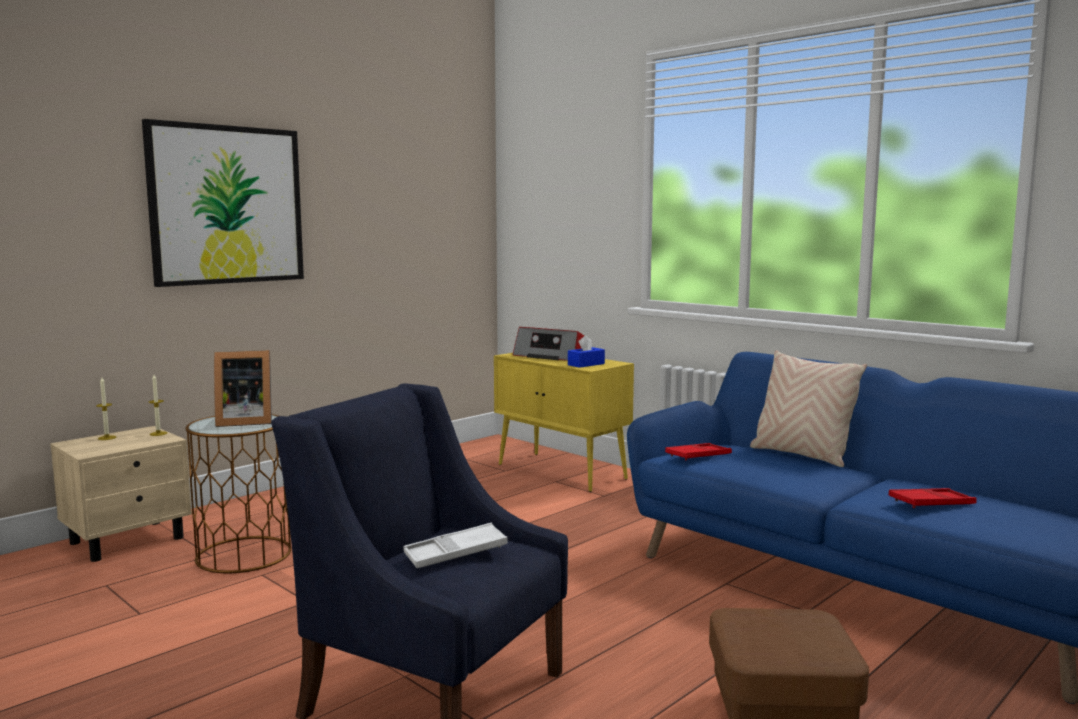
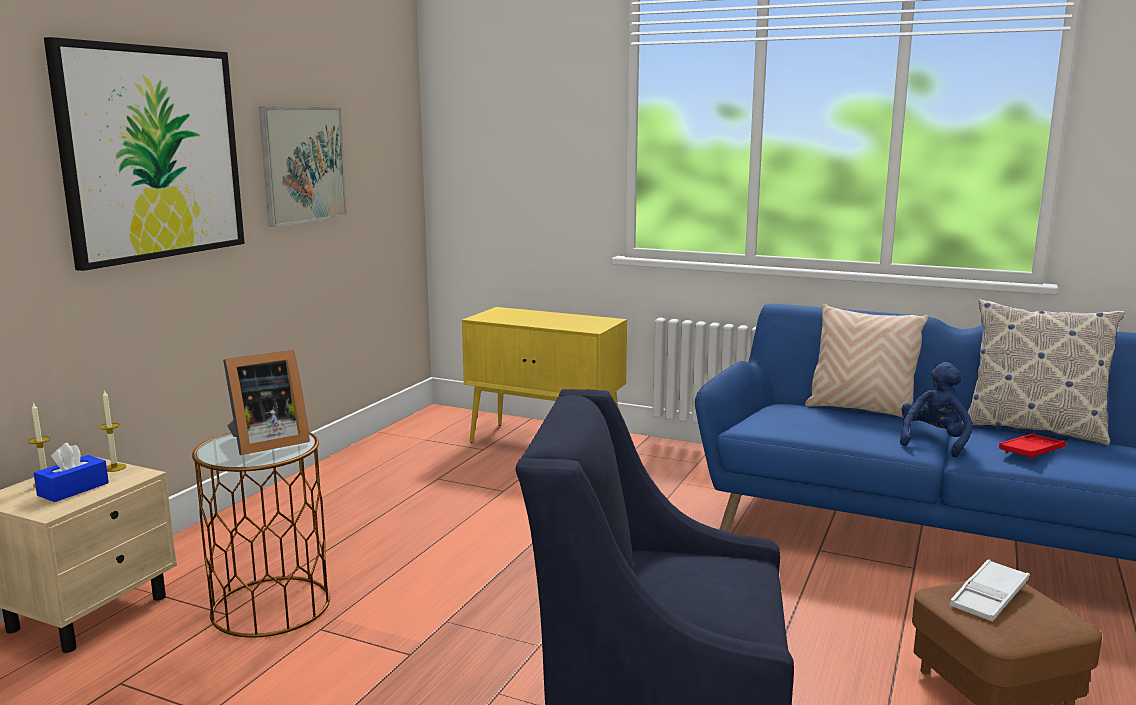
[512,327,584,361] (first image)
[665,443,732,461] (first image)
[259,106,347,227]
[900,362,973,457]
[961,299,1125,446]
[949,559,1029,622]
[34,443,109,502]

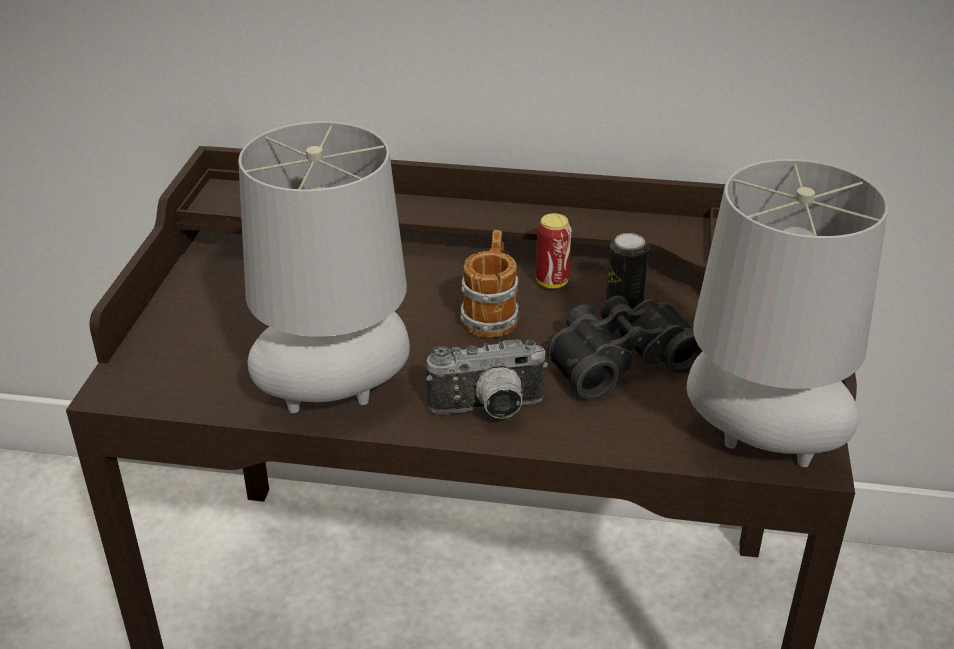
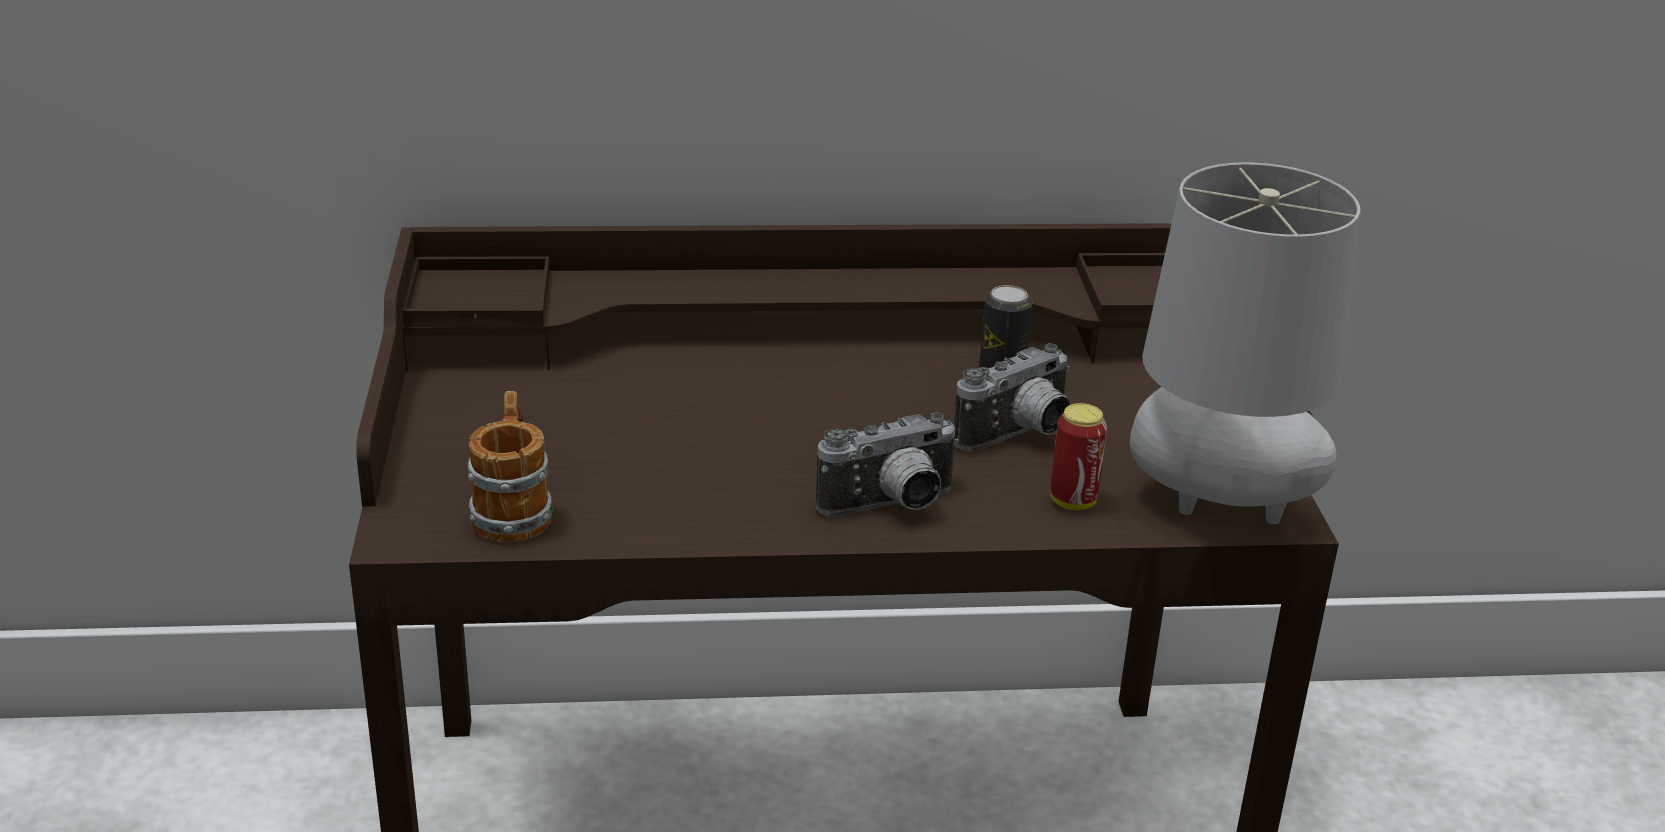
[238,121,410,413] (first image)
[467,391,553,543]
[1050,403,1107,510]
[954,343,1071,451]

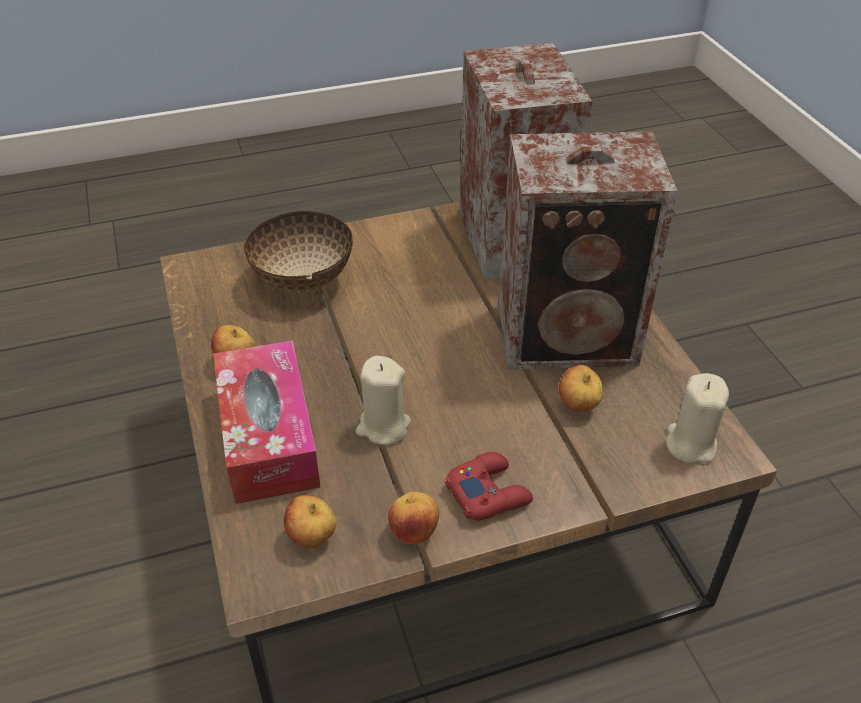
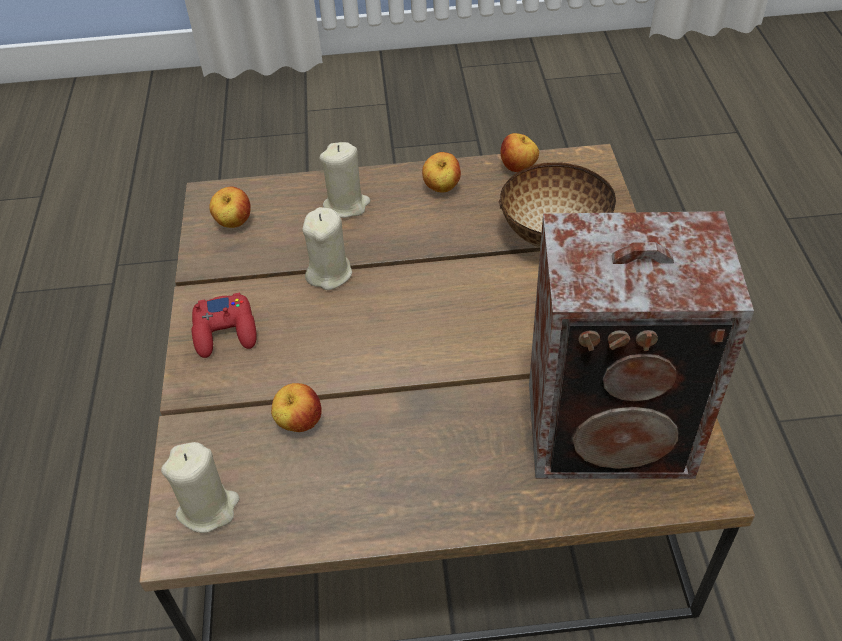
[499,132,677,370] (first image)
[501,133,539,172]
[320,142,370,218]

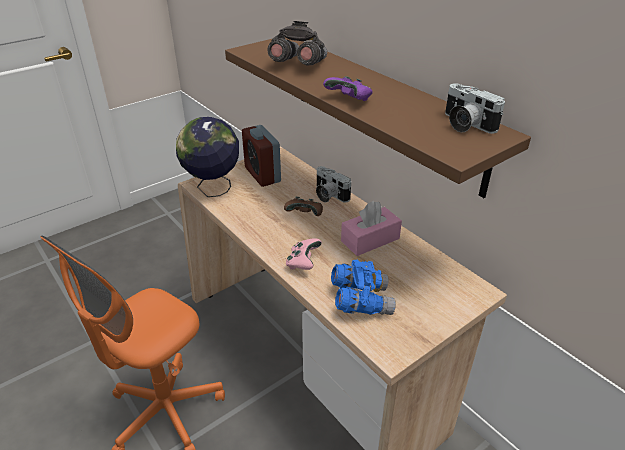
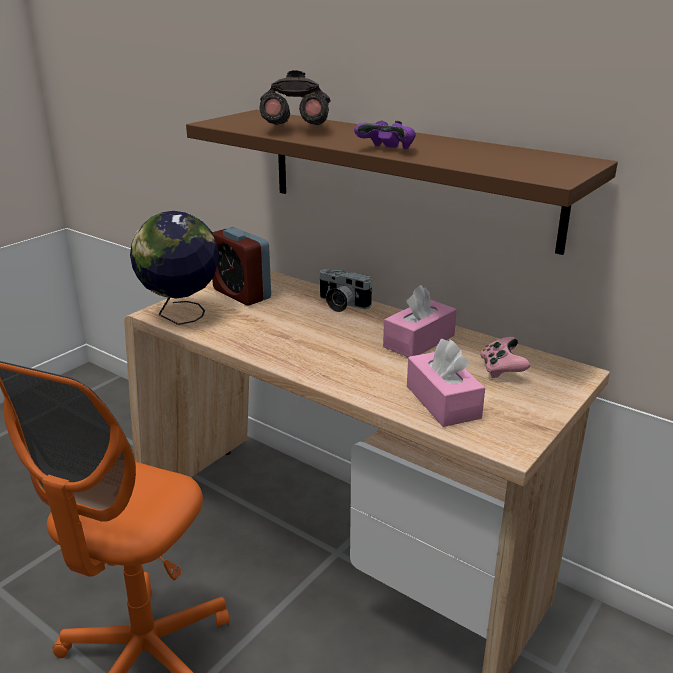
[284,197,323,216] (first image)
[445,83,505,134] (first image)
[480,337,530,378]
[407,339,485,427]

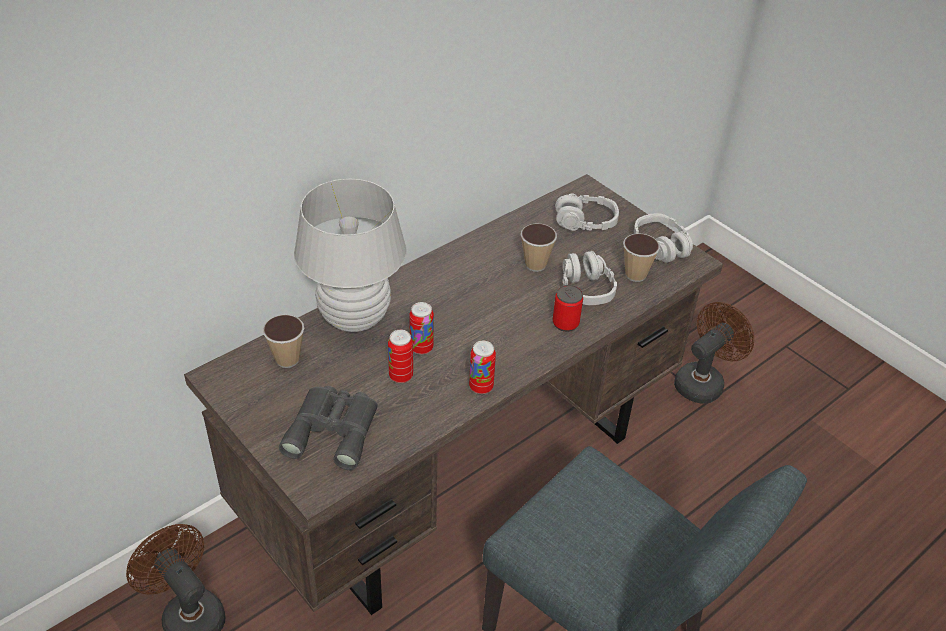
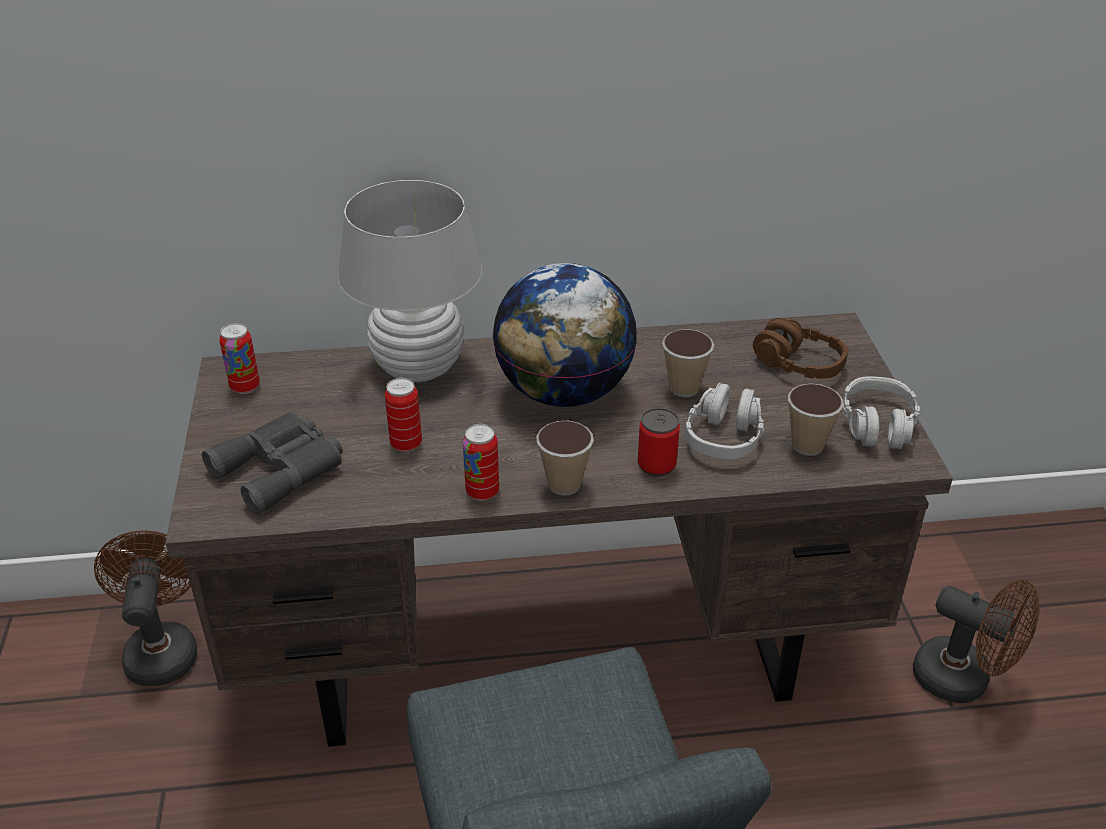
[492,263,637,407]
[536,421,594,496]
[219,323,260,394]
[753,318,848,379]
[913,579,1040,703]

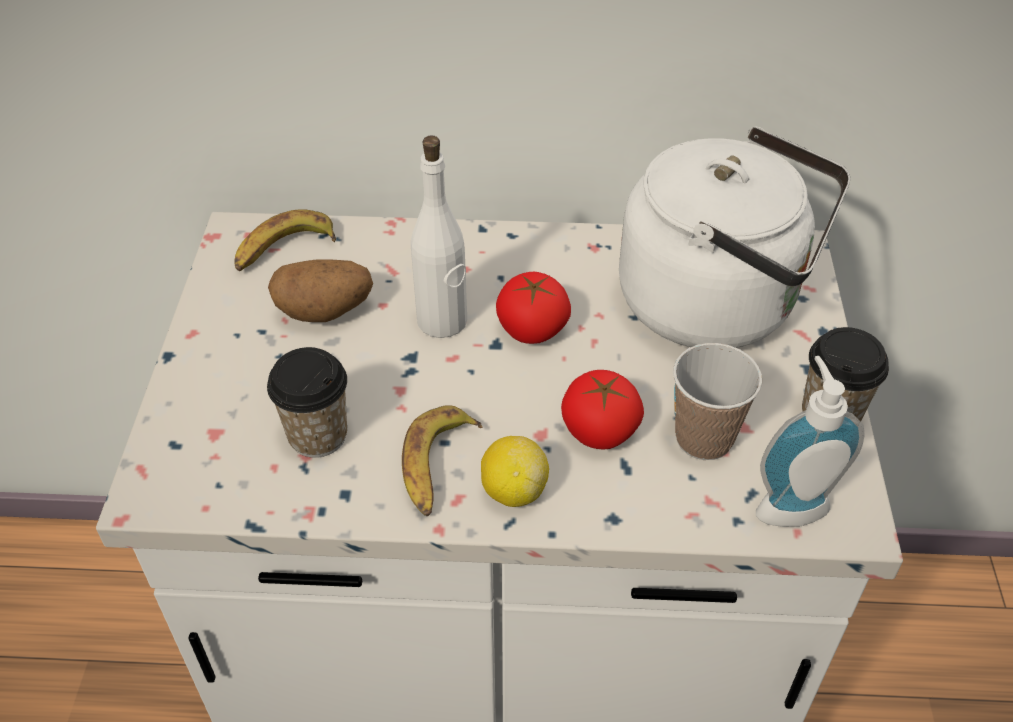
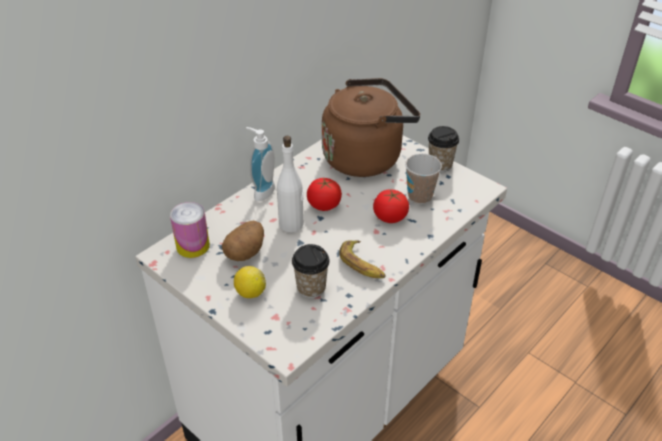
[234,266,266,298]
[246,127,275,201]
[170,202,210,258]
[322,78,420,177]

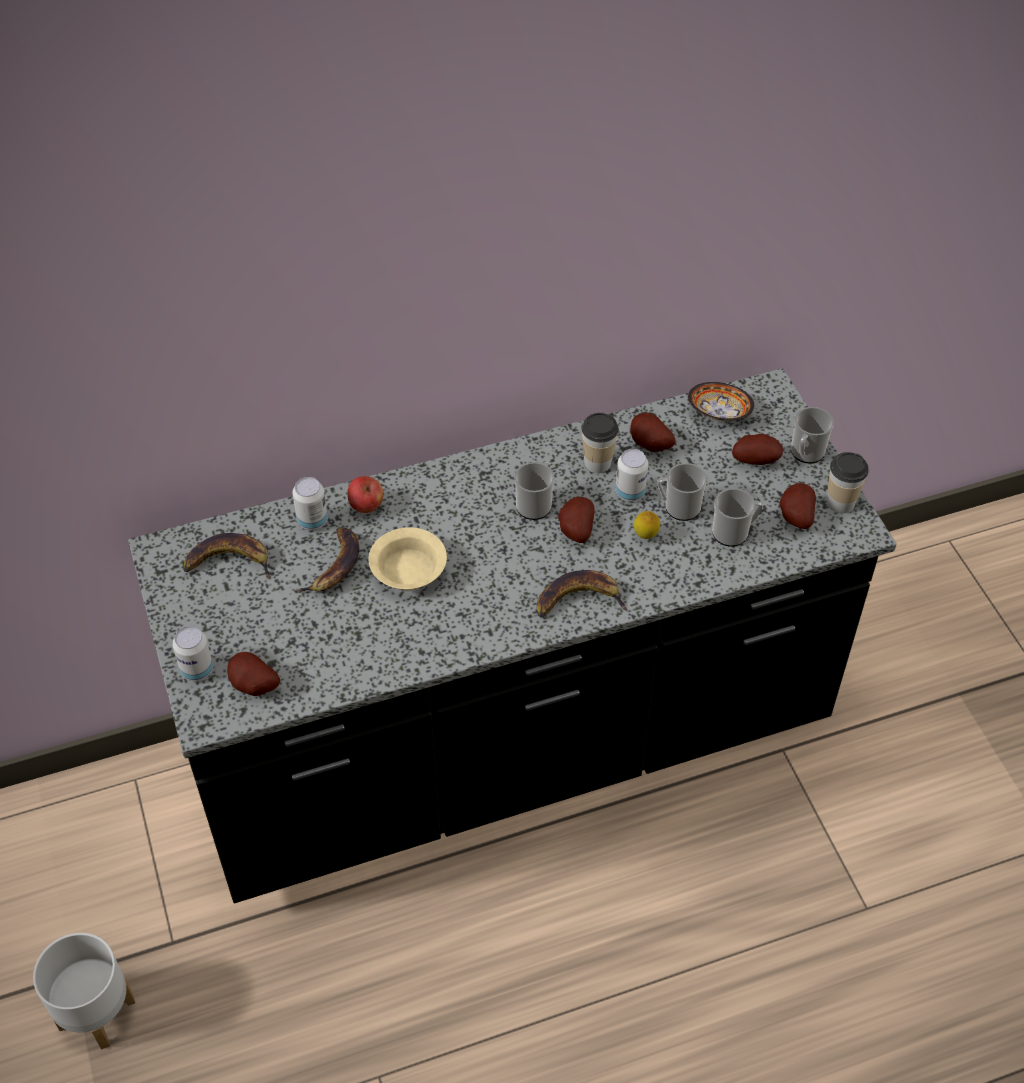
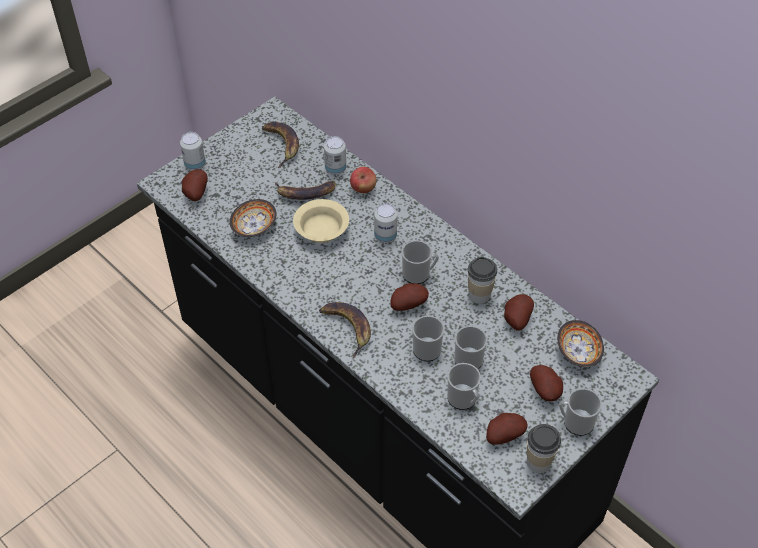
[33,933,135,1050] (first image)
[230,199,277,237]
[374,203,397,243]
[412,313,444,361]

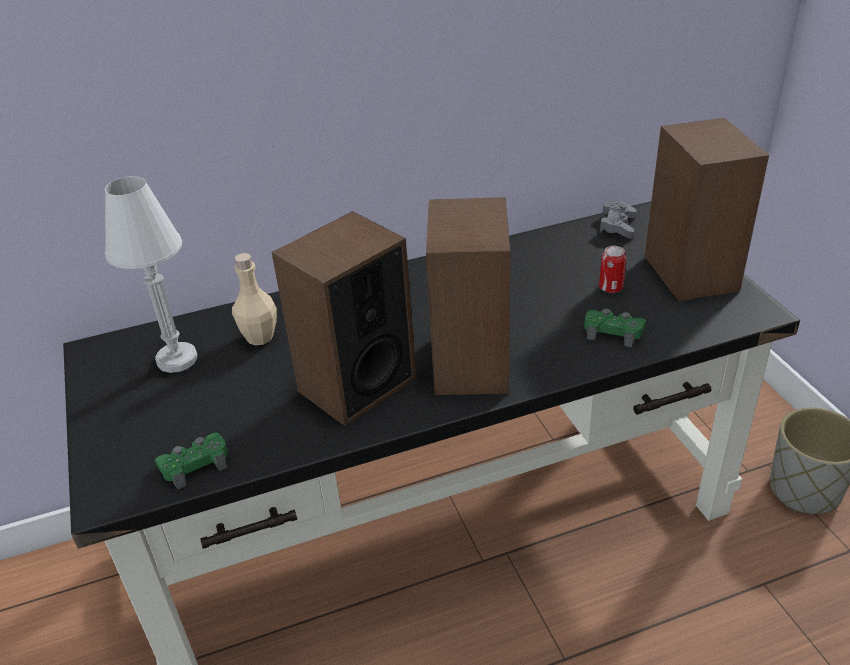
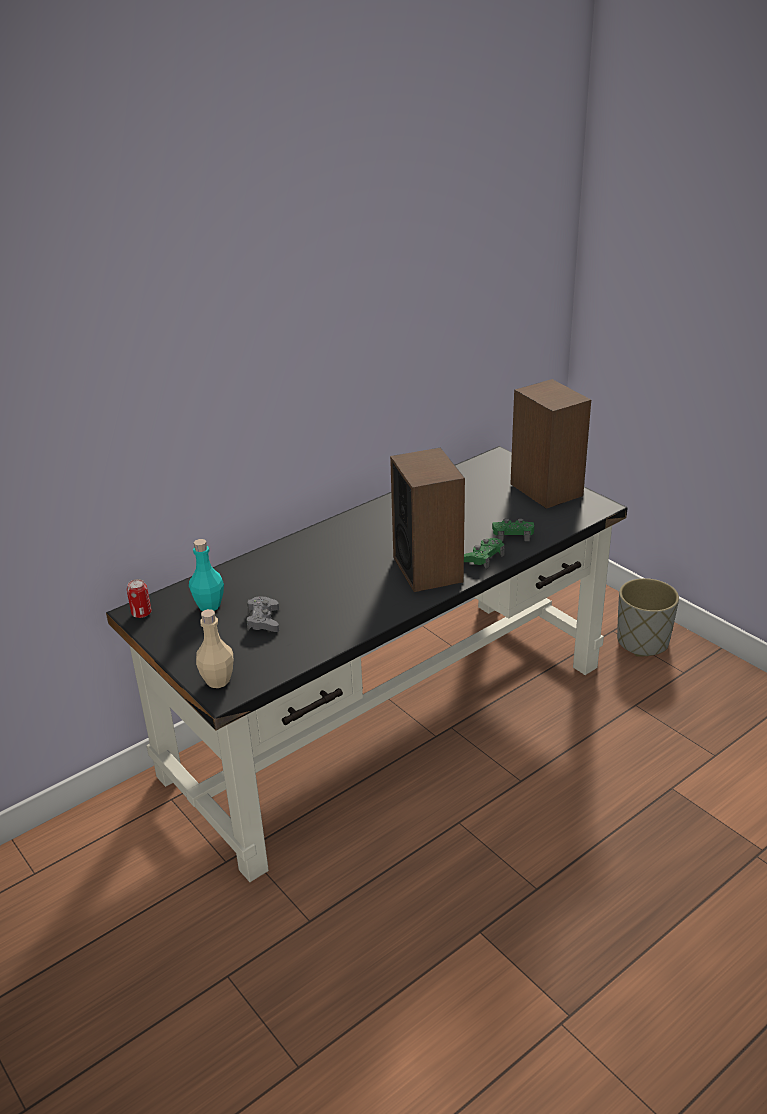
[272,211,416,426] (first image)
[464,538,505,569]
[196,609,233,688]
[127,579,151,618]
[247,596,279,632]
[189,539,224,611]

